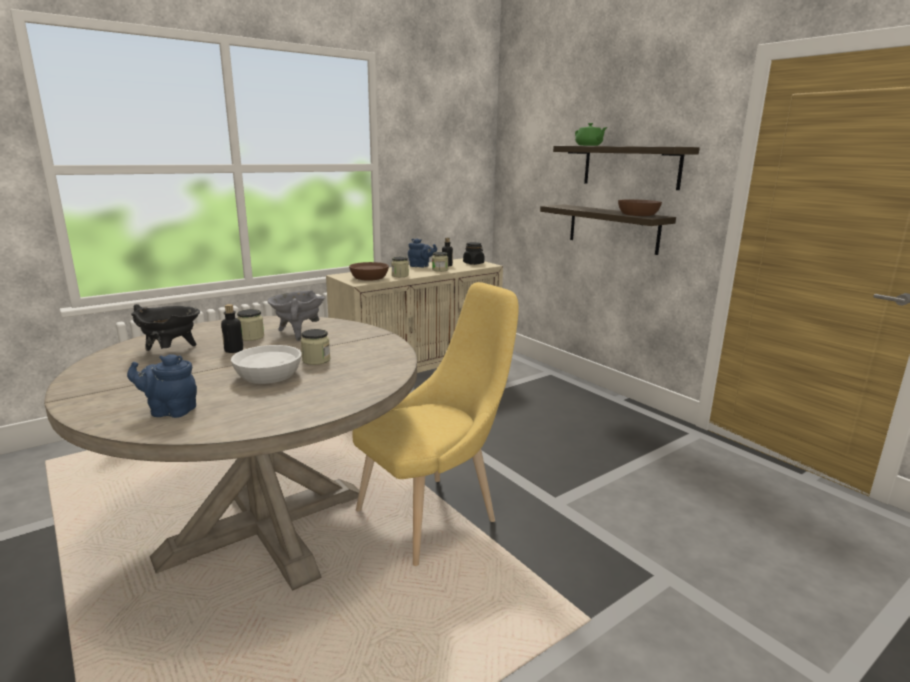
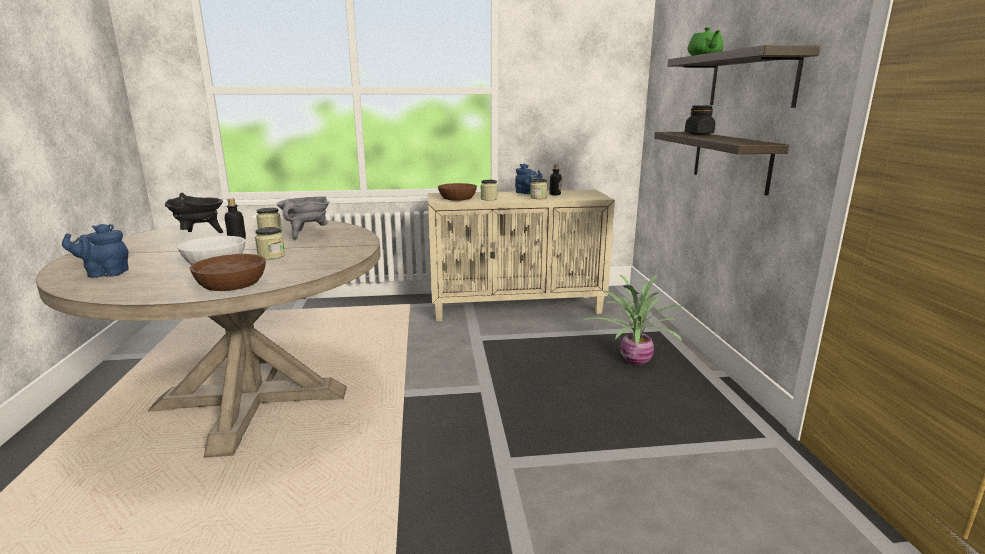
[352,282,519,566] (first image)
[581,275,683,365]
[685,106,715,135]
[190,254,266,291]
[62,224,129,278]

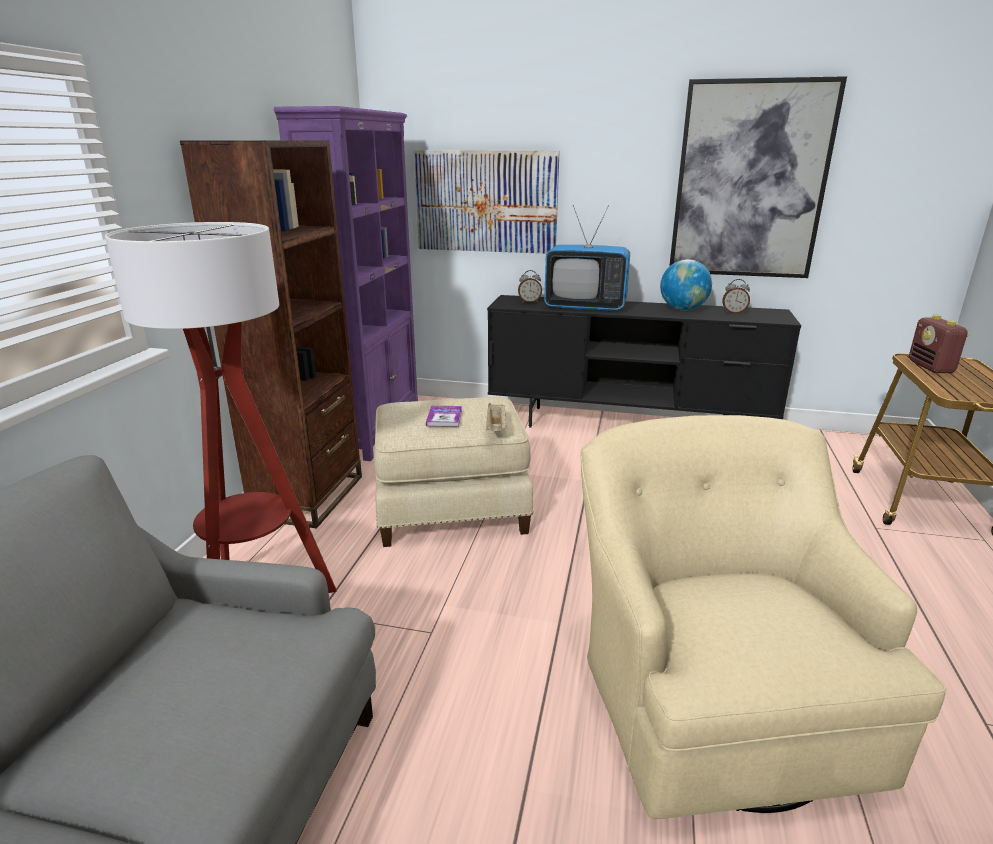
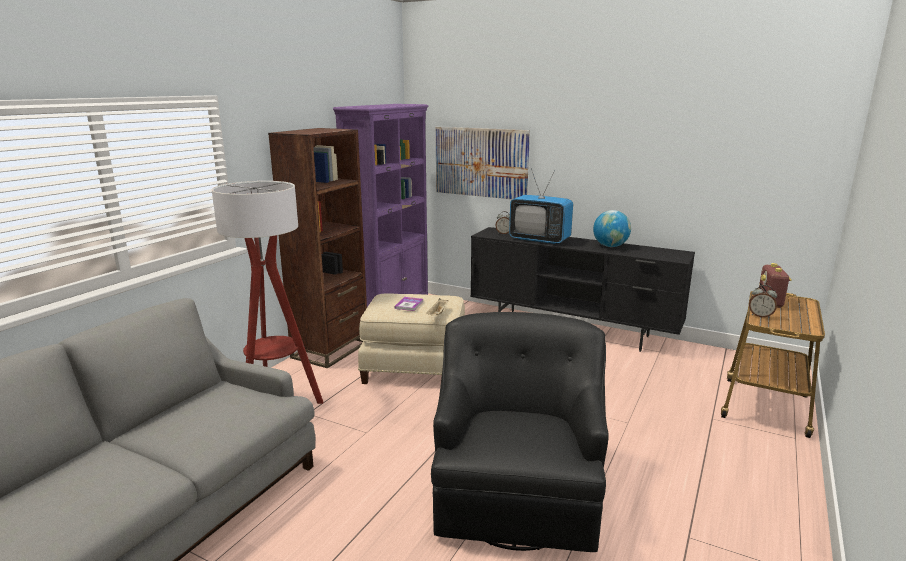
[669,76,847,278] (first image)
[749,285,777,318]
[431,312,609,552]

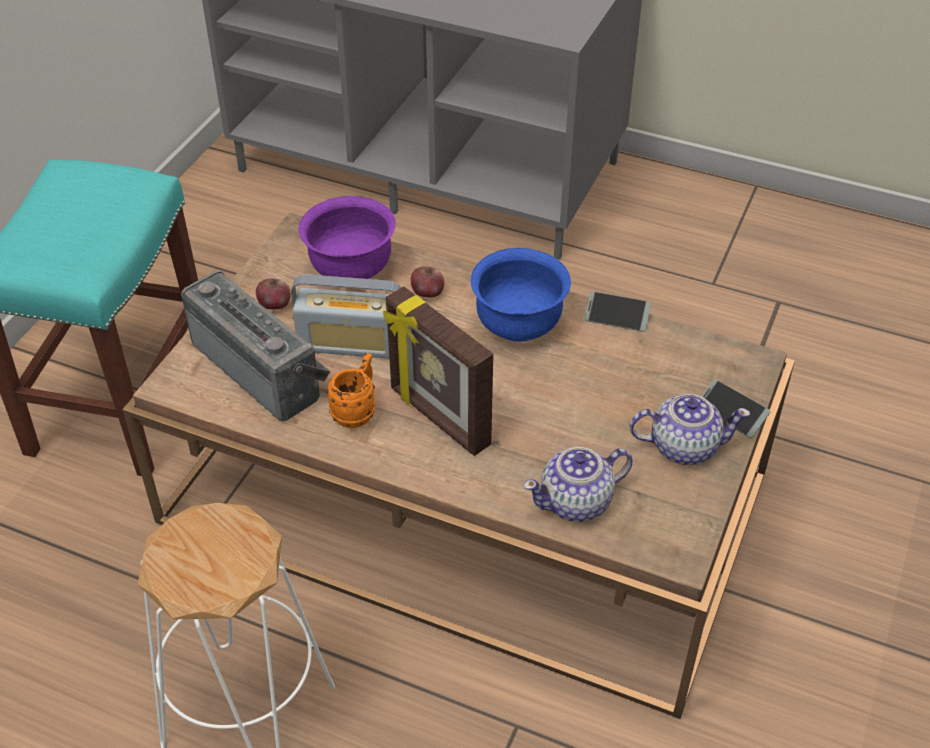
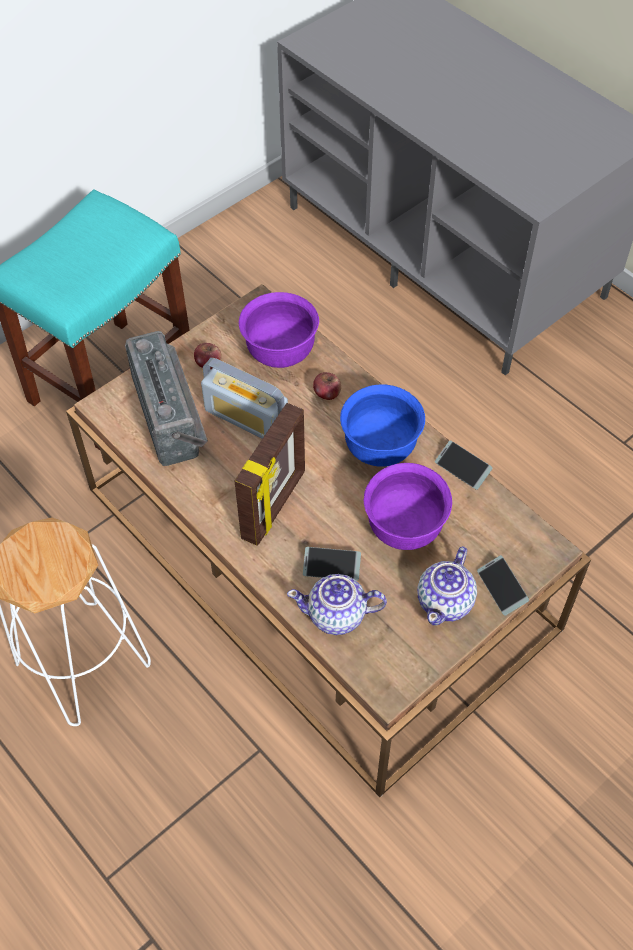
[327,353,375,428] (first image)
[303,547,361,581]
[363,463,452,550]
[235,403,305,546]
[417,546,477,626]

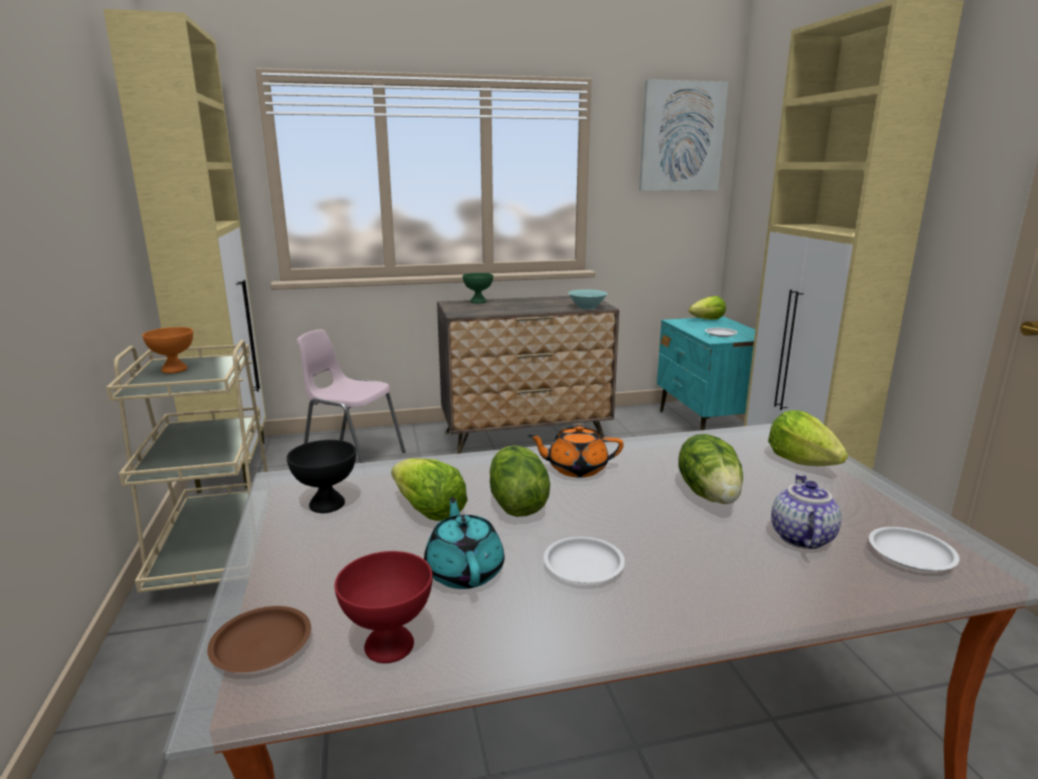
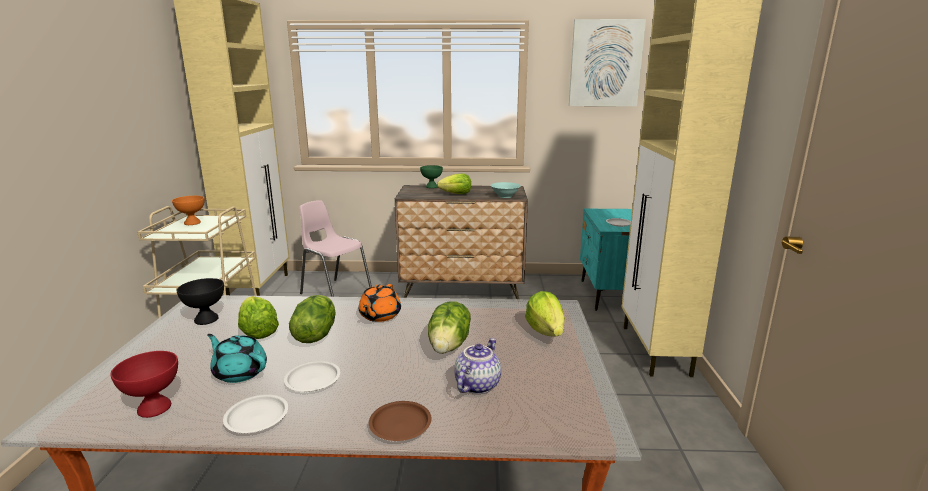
[369,401,431,441]
[437,174,471,194]
[223,394,288,433]
[207,334,267,383]
[359,284,401,322]

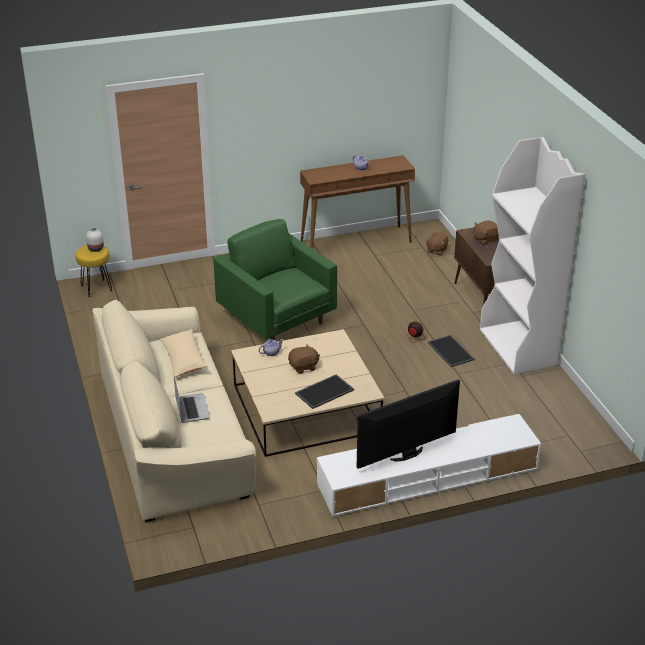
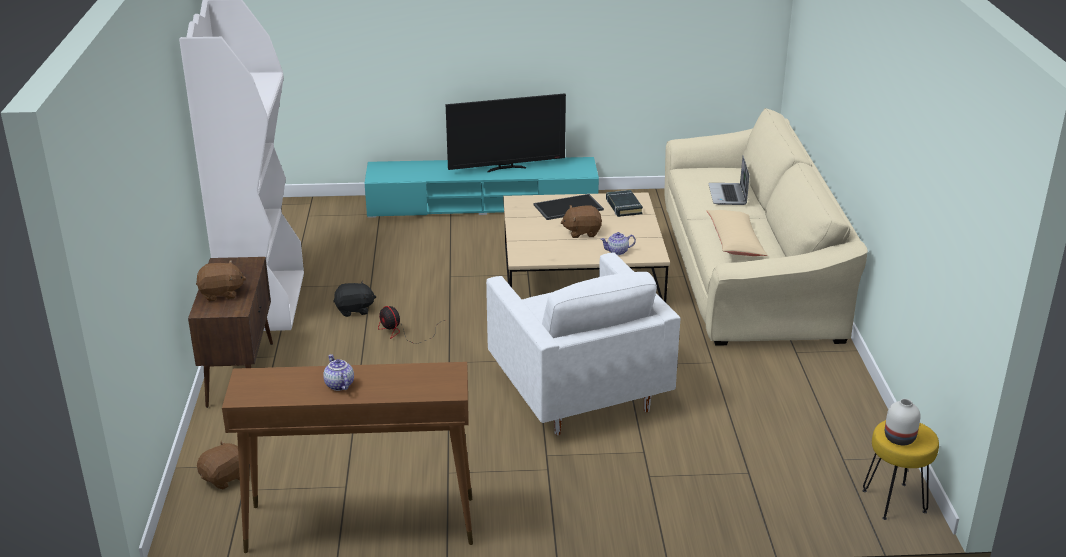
[606,190,643,217]
[333,281,376,317]
[486,253,681,435]
[365,157,599,218]

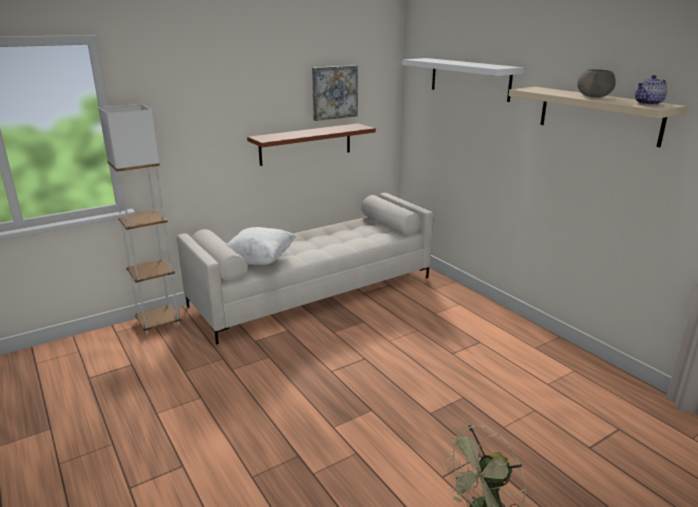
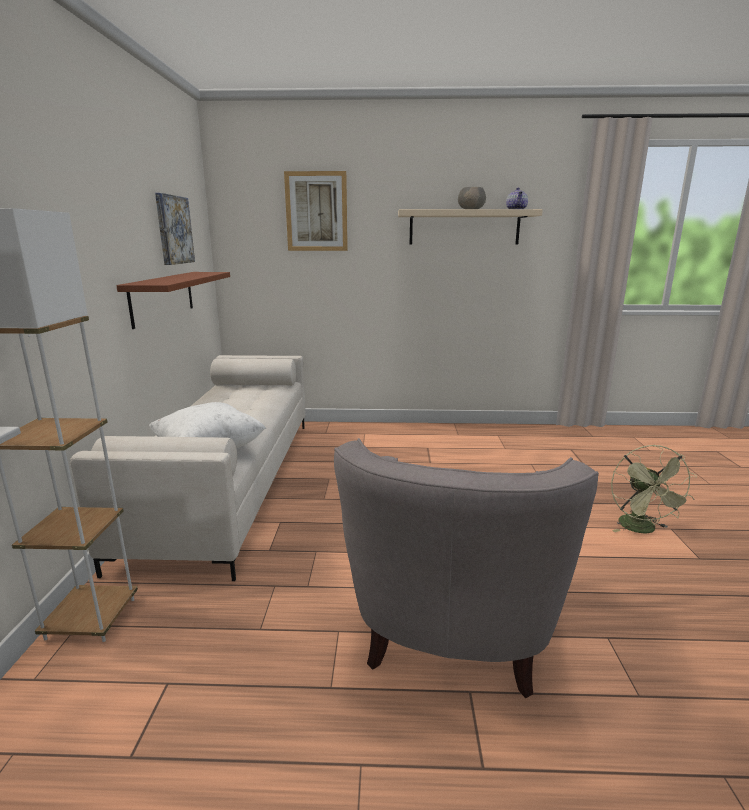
[334,438,599,698]
[284,171,348,251]

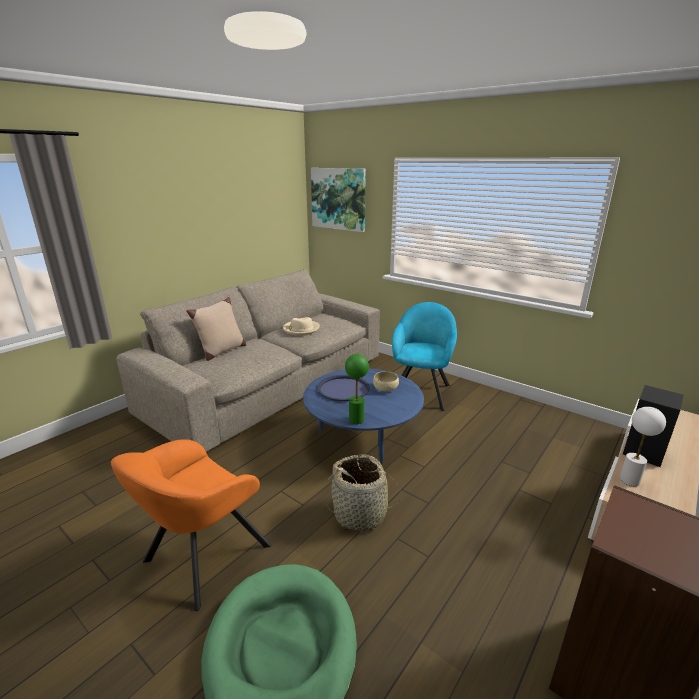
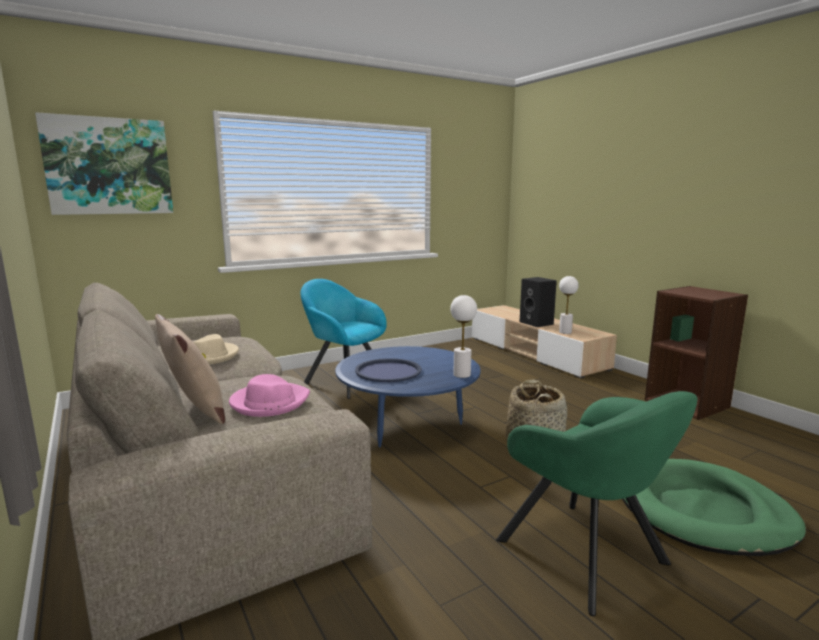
[373,371,399,392] (first image)
[229,374,310,417]
[496,391,697,616]
[450,295,477,378]

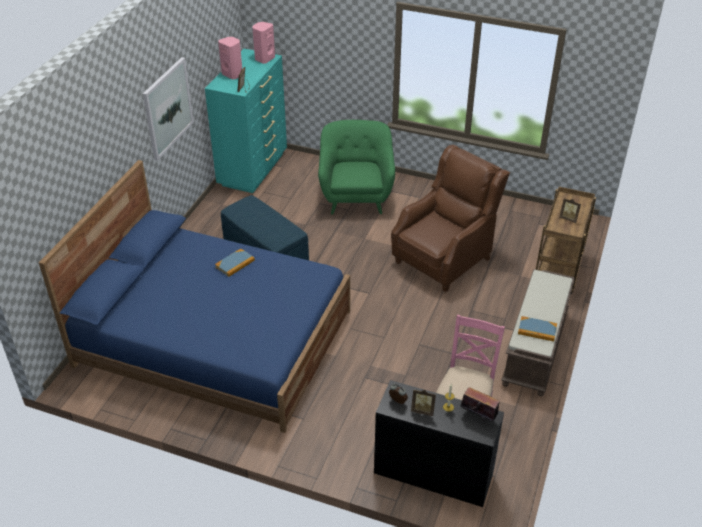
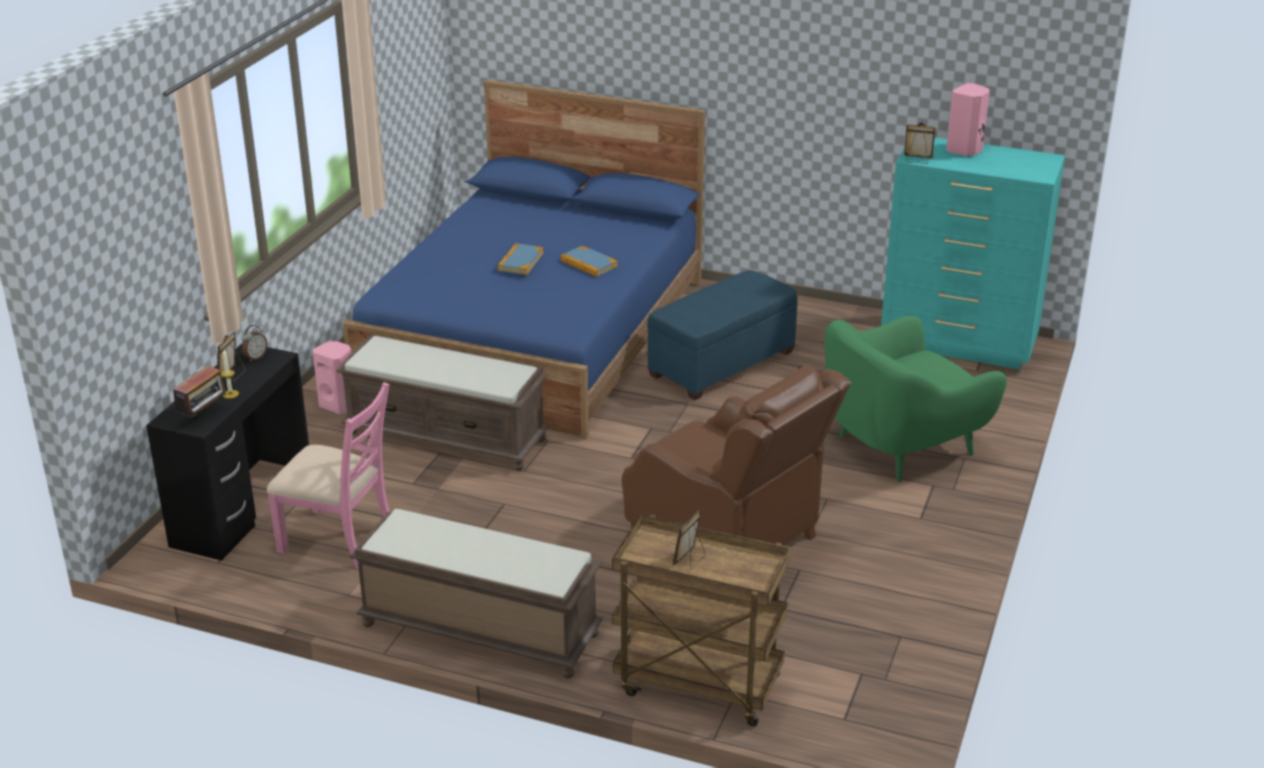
[143,57,194,161] (first image)
[336,334,549,471]
[313,341,351,414]
[497,243,544,275]
[824,316,1007,482]

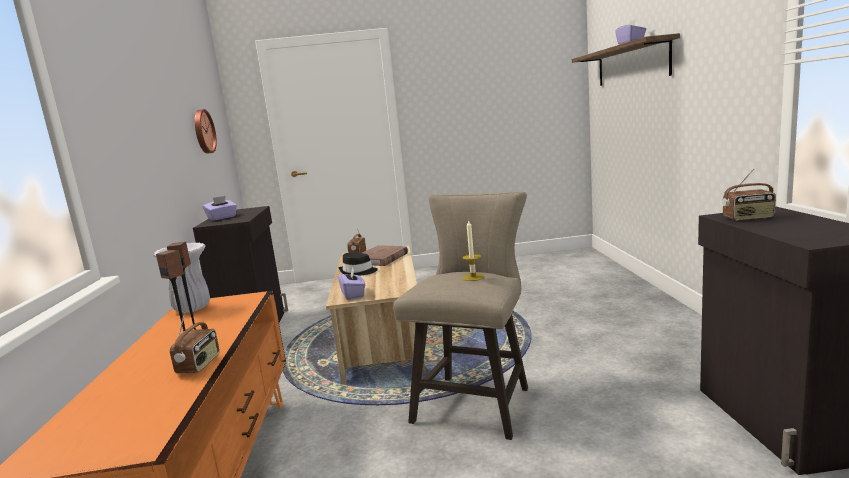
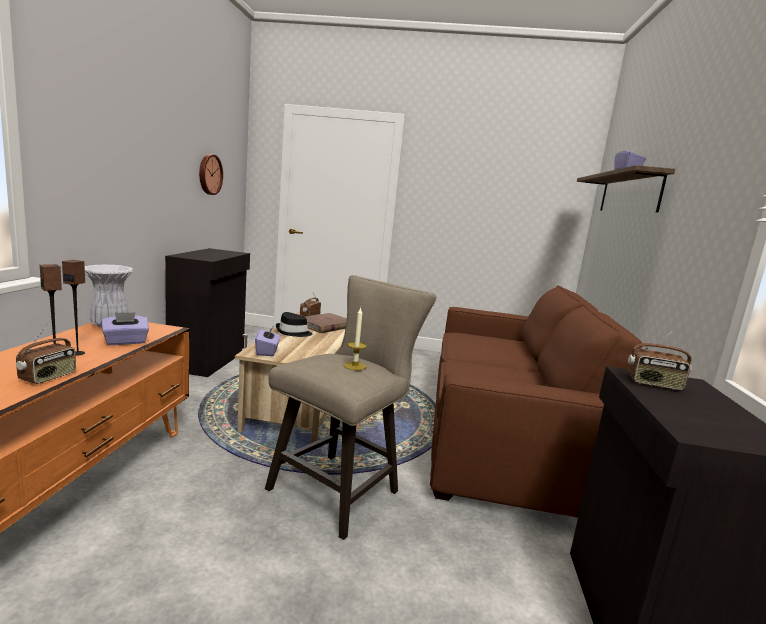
[430,285,642,518]
[101,312,149,345]

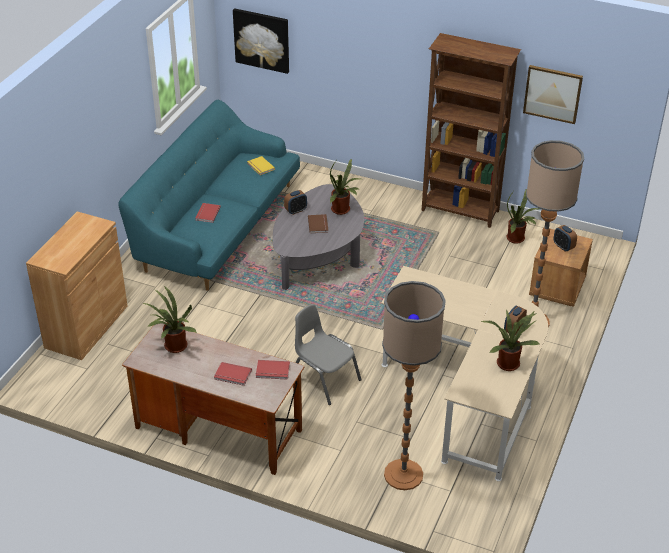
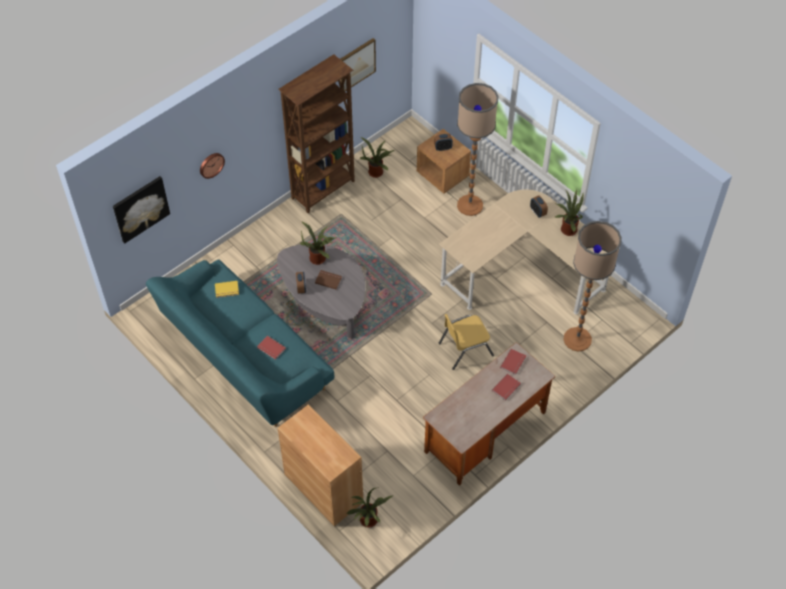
[200,153,225,179]
[346,487,394,528]
[439,314,494,370]

